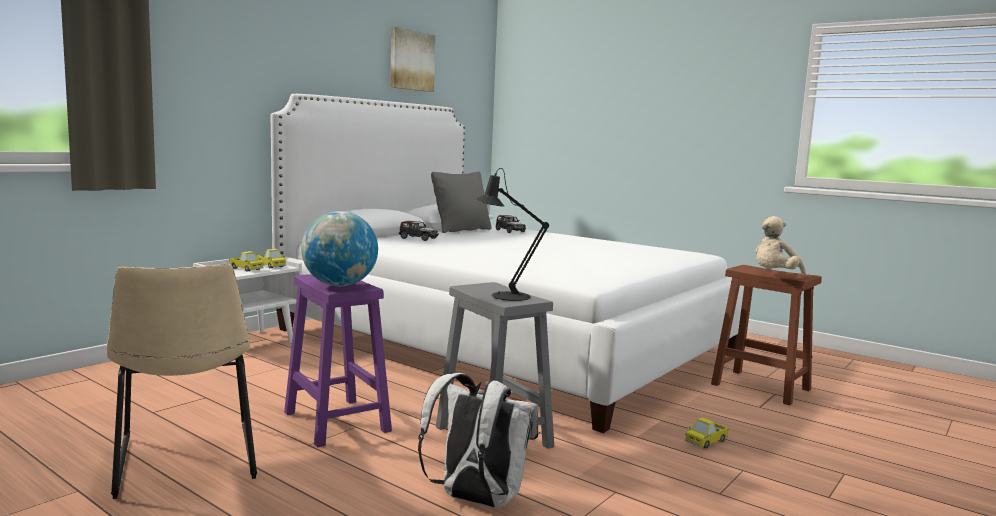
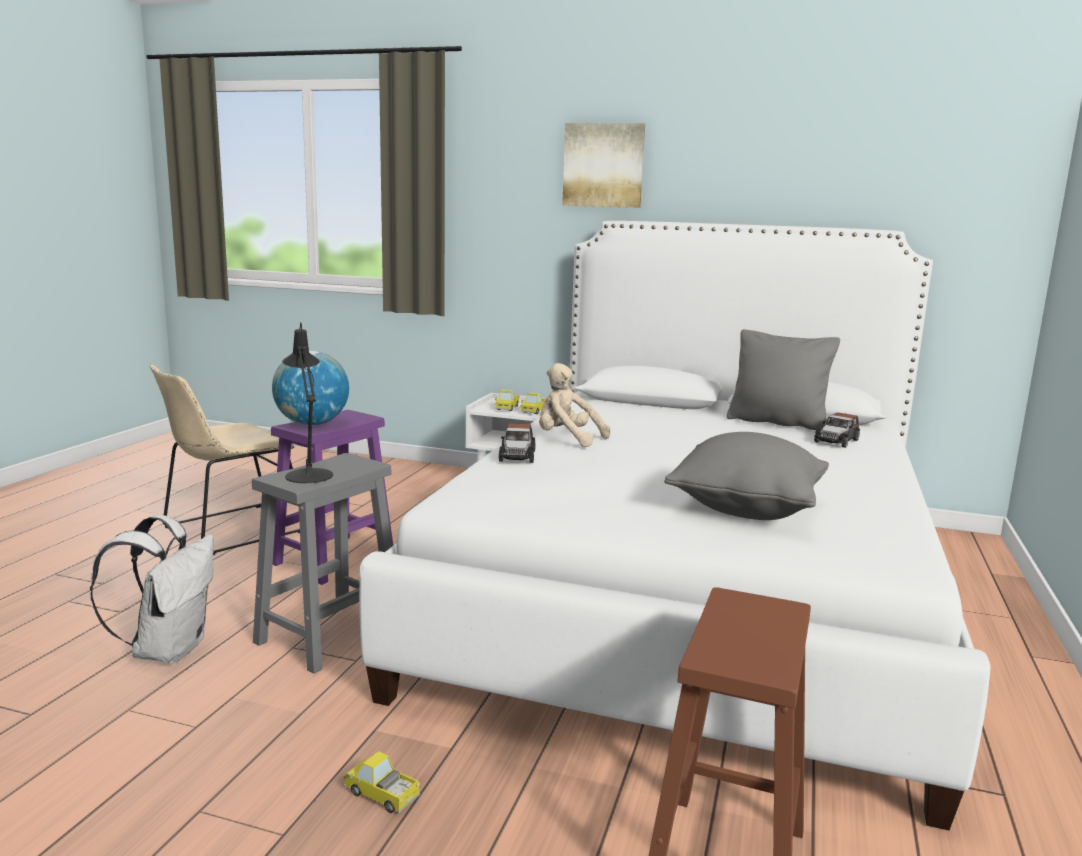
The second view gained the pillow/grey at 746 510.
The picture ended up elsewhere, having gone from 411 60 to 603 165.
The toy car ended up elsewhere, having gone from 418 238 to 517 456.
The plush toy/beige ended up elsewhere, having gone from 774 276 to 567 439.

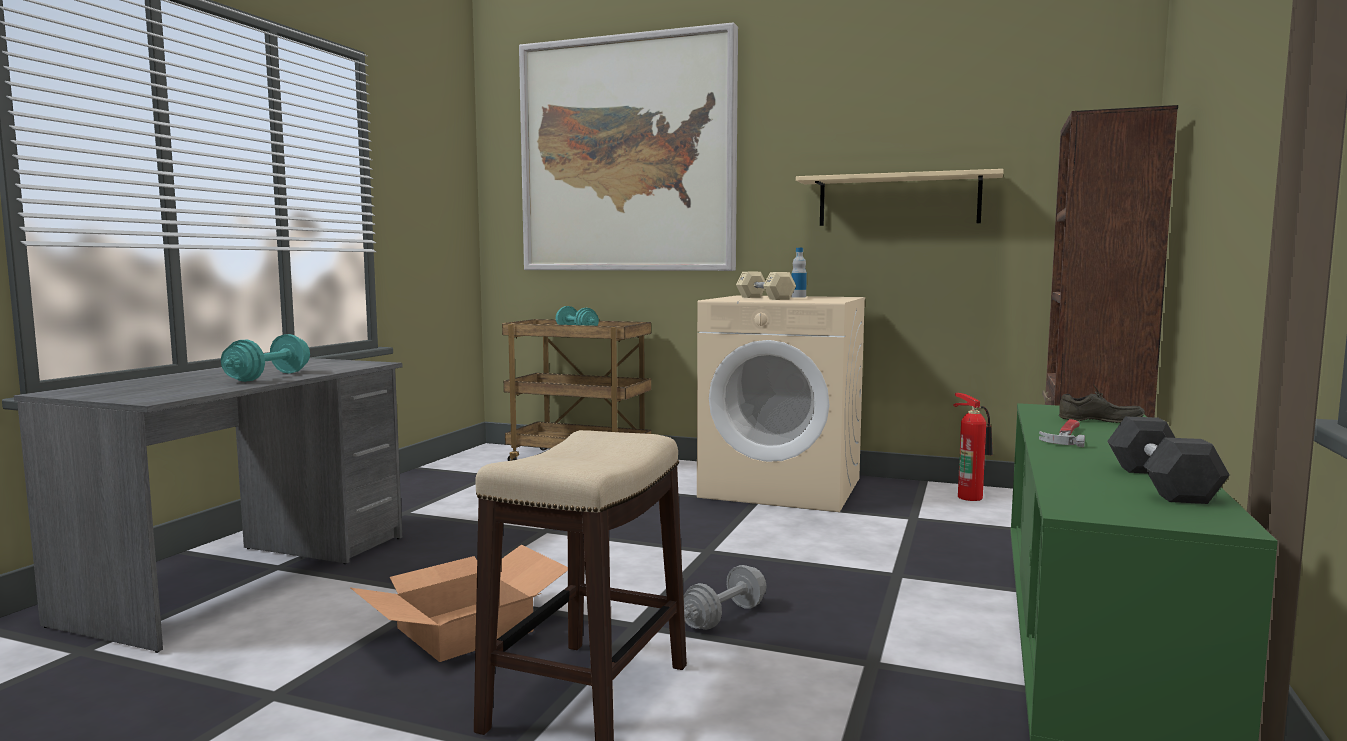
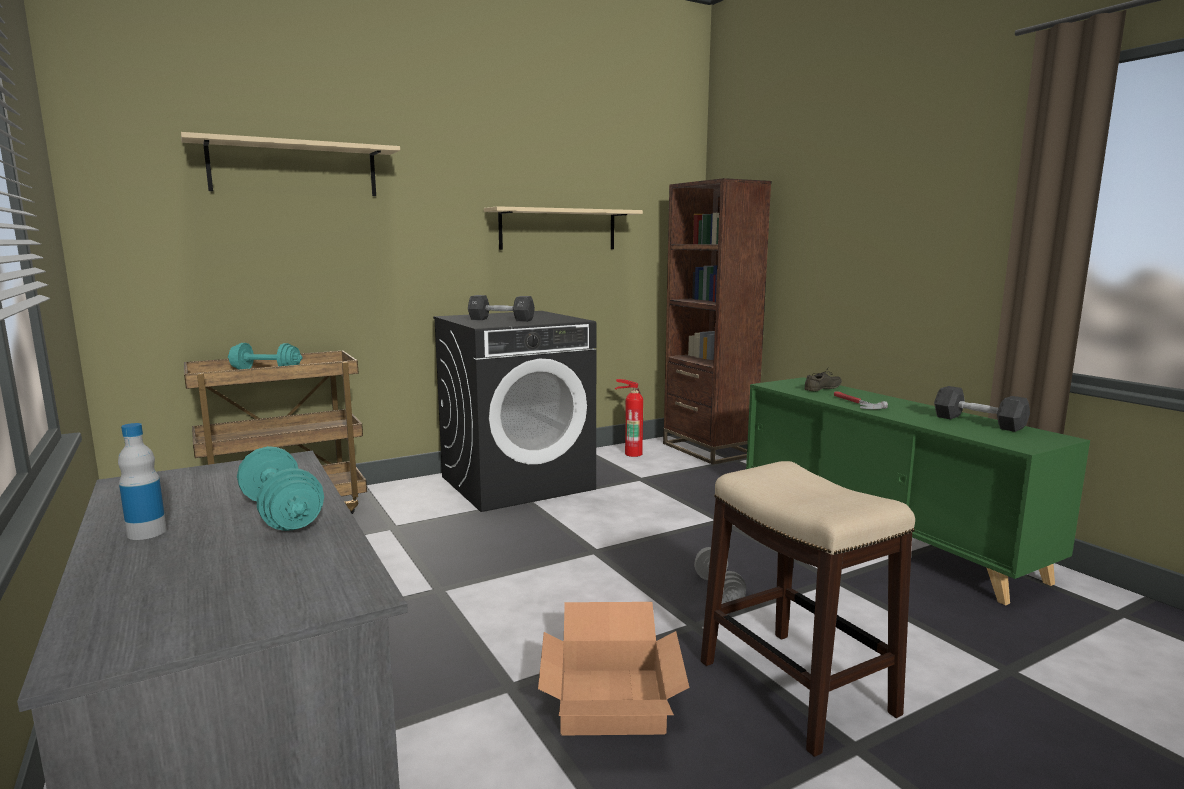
The bottle ended up elsewhere, having gone from 798 297 to 147 533.
Where the picture hung at 627 155, the shelf/beige came to hang at 294 169.
What was the washing machine/beige at 783 487 turned into the washing machine/black at 517 482.
What was the dumbbell/beige at 765 298 turned into the dumbbell/black at 501 320.

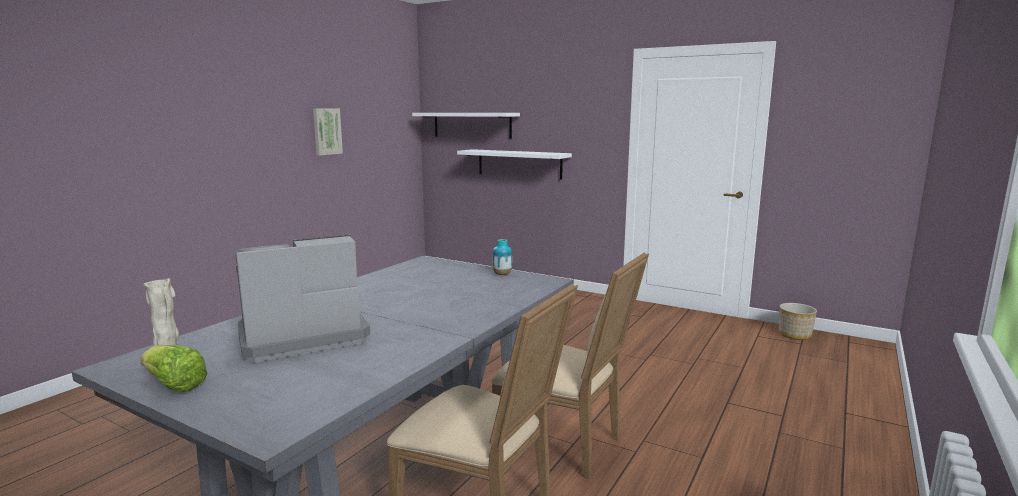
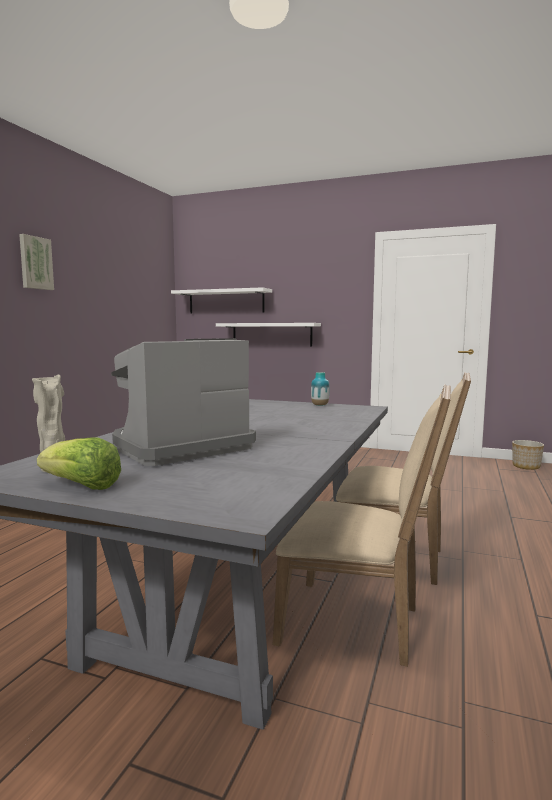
The picture ended up elsewhere, having gone from 326 131 to 35 263.

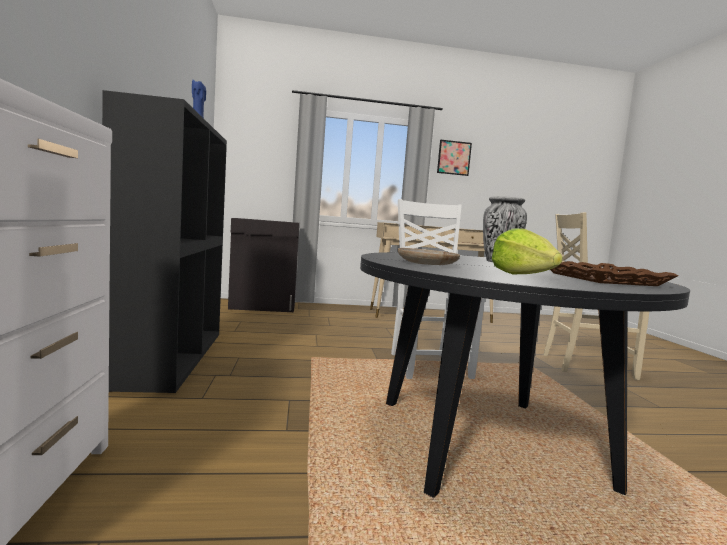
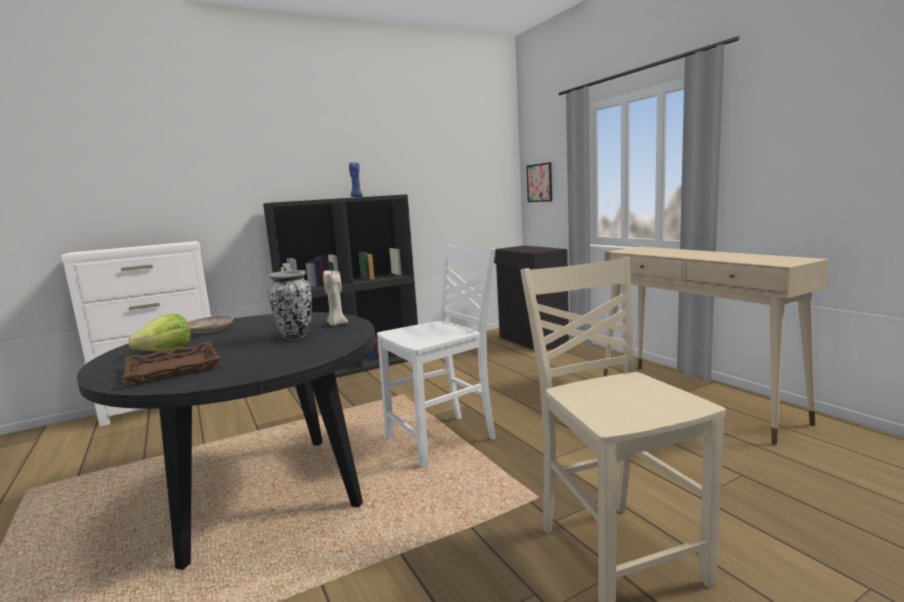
The second view gained the candle/beige at 336 324.
The picture ended up elsewhere, having gone from 454 158 to 539 183.

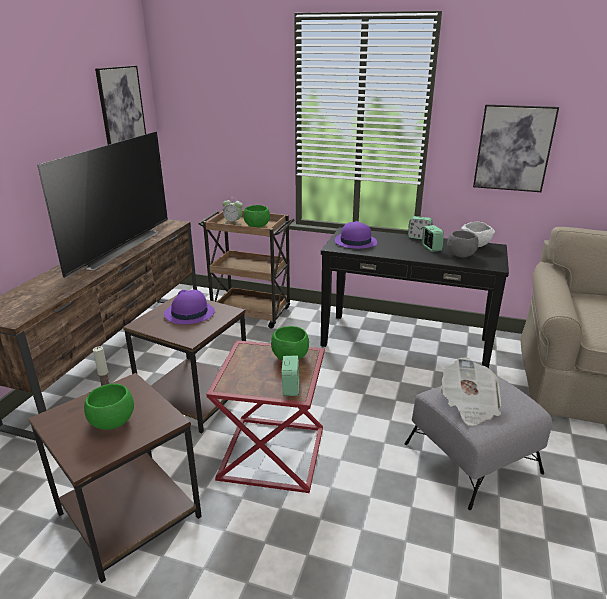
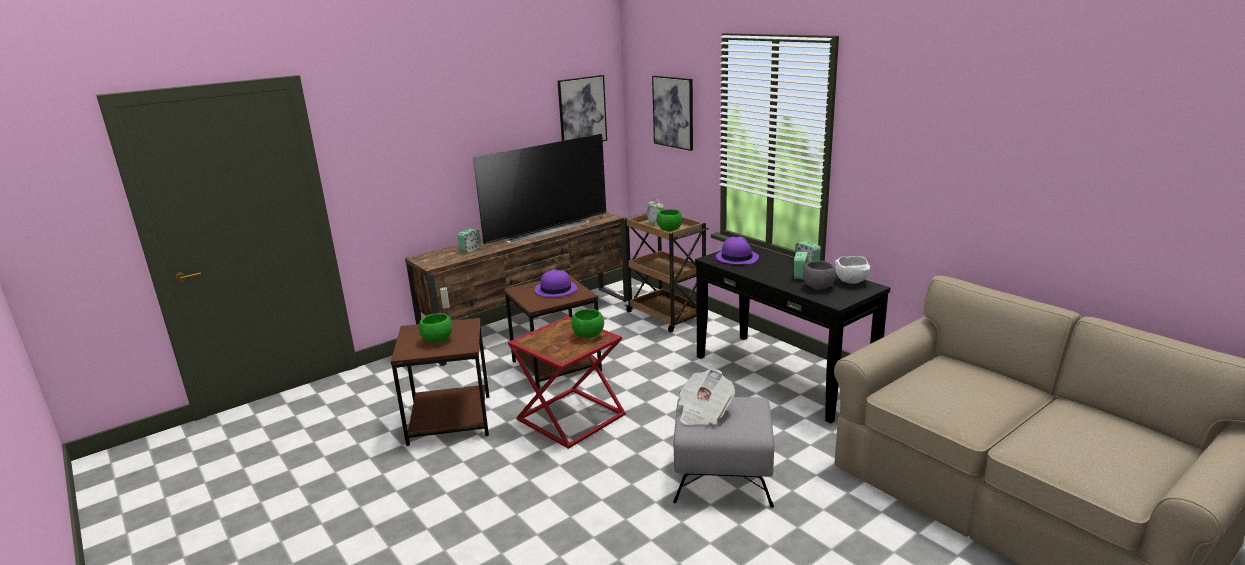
The alarm clock ended up elsewhere, having gone from 290 388 to 470 249.
The picture ended up elsewhere, having gone from 513 148 to 673 112.

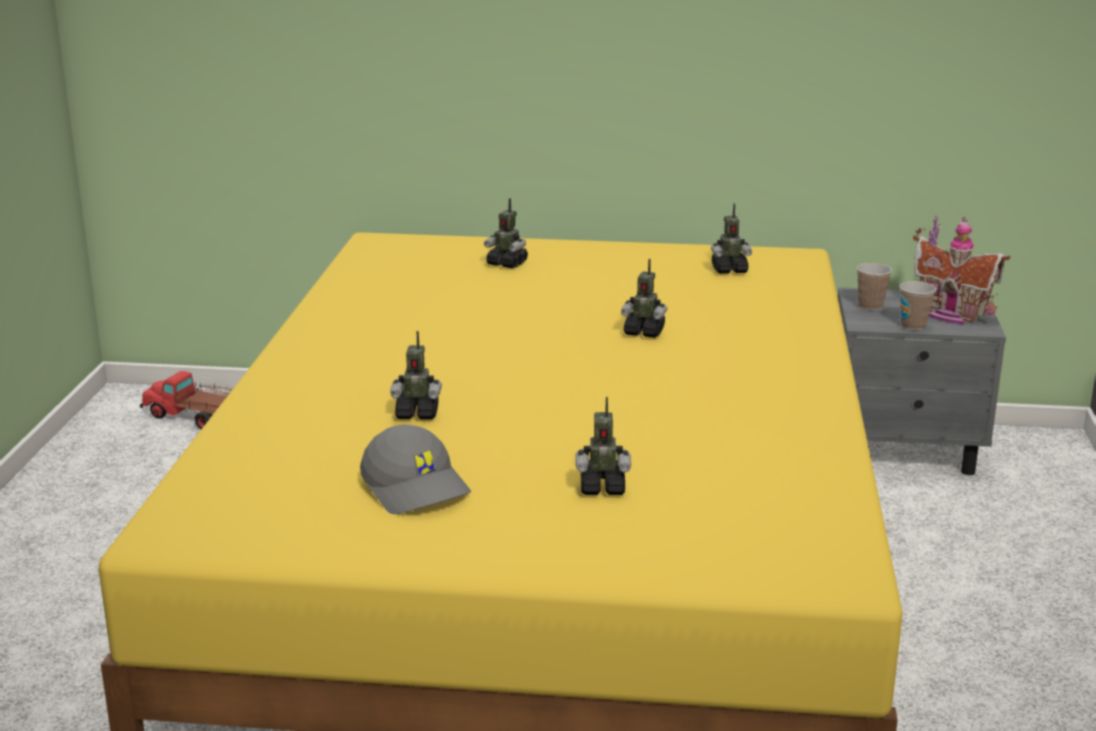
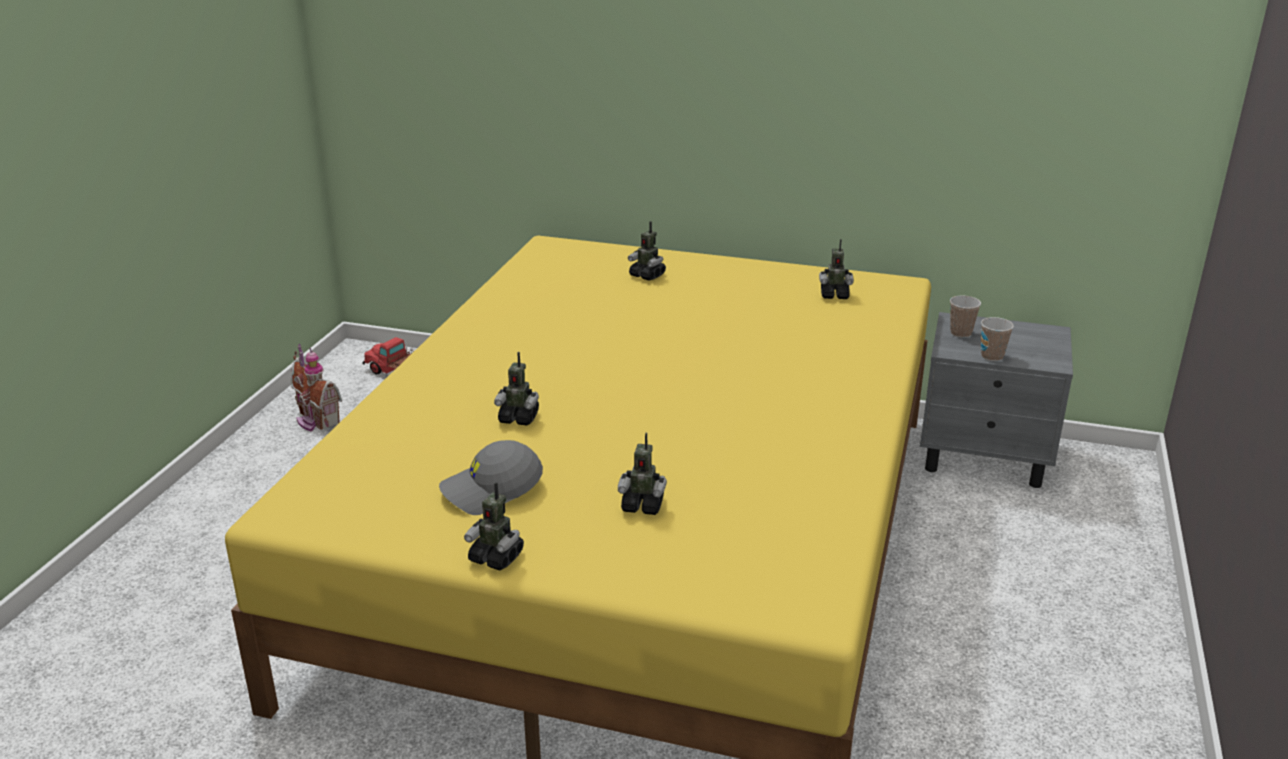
The toy robot ended up elsewhere, having gone from 644 332 to 496 557.
The toy house ended up elsewhere, having gone from 950 314 to 315 420.
The cap/grey at 417 488 ended up facing another way, 90 degrees clockwise from before.

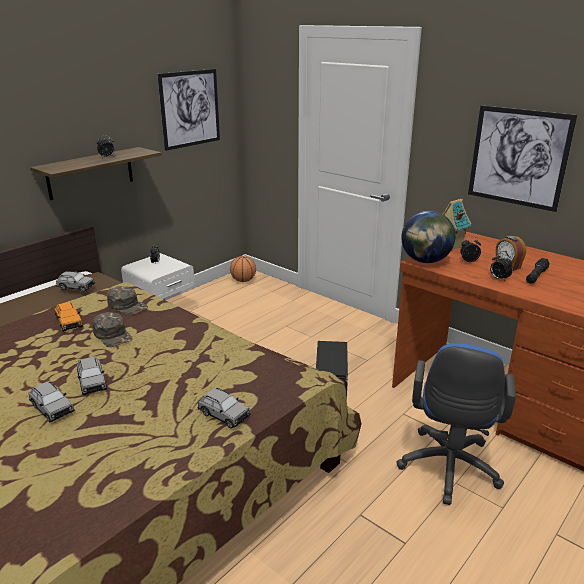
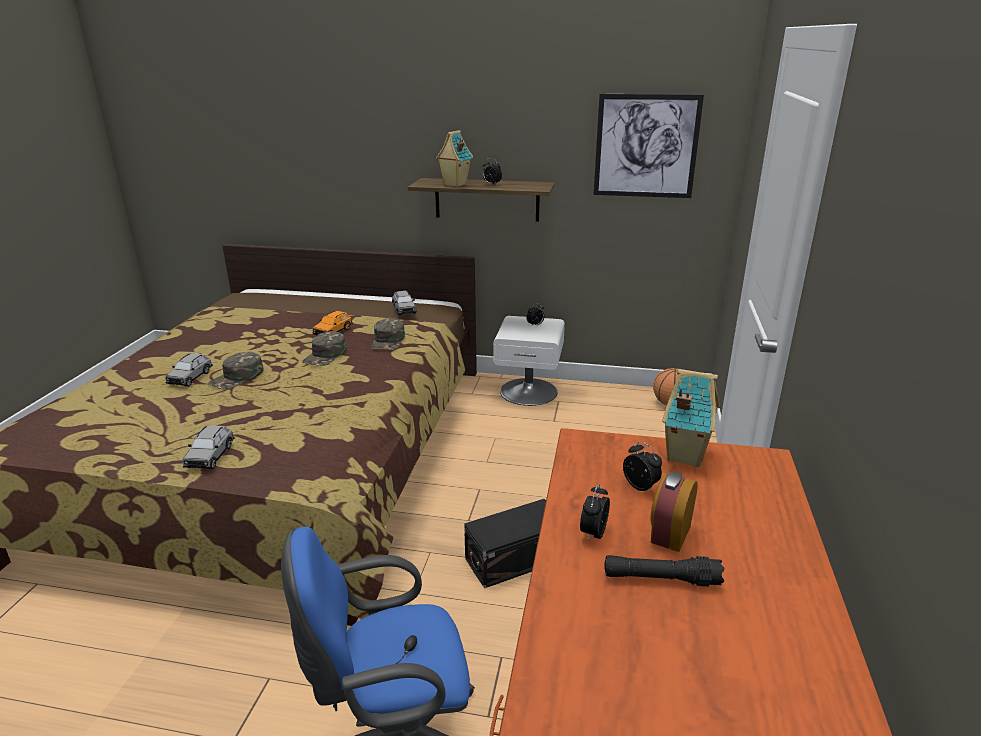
The second view lost the globe at 425 261.
The second view lost the picture at 518 157.
The second view gained the toy house at 454 184.
Where the toy car/grey stood at 92 383, the cap/green came to stand at 237 377.

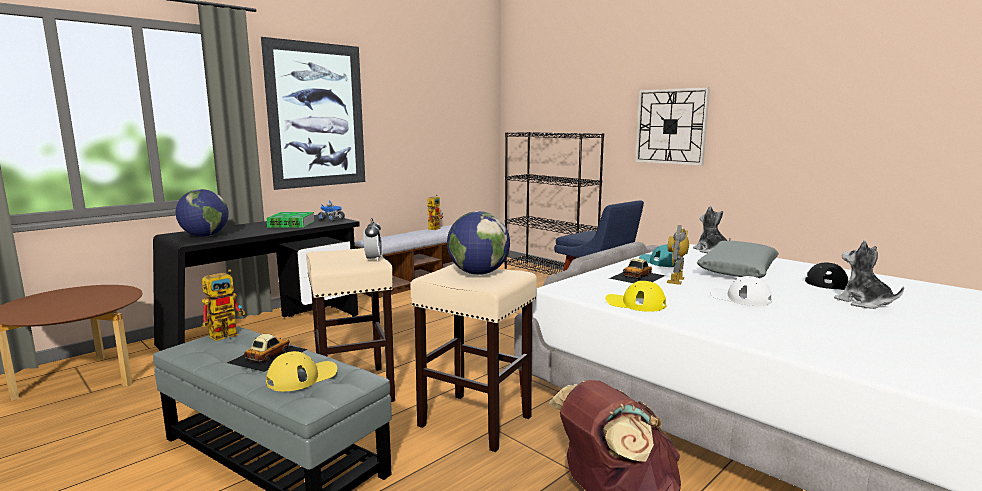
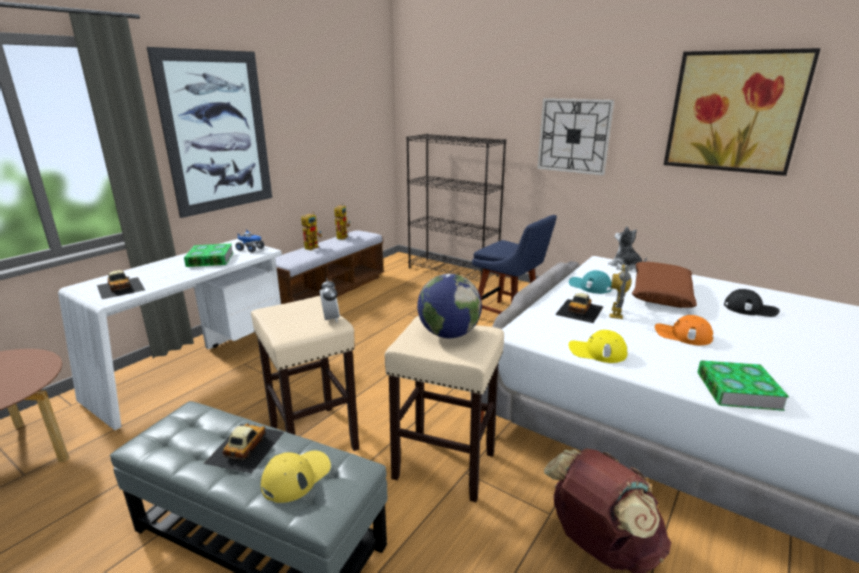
The second view lost the plush toy at 863 303.
The second view gained the picture at 734 112.
The second view gained the book at 738 390.
The toy robot ended up elsewhere, having gone from 228 333 to 313 247.
Where the globe stood at 205 236, the toy car came to stand at 121 287.
What was the desk/black at 266 331 turned into the desk/white at 195 369.
What was the pillow/grey at 737 270 turned into the pillow/brown at 661 293.
What was the cap/white at 739 298 turned into the cap/orange at 682 335.

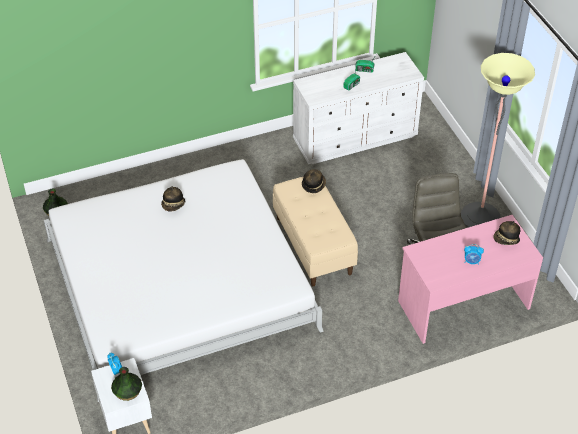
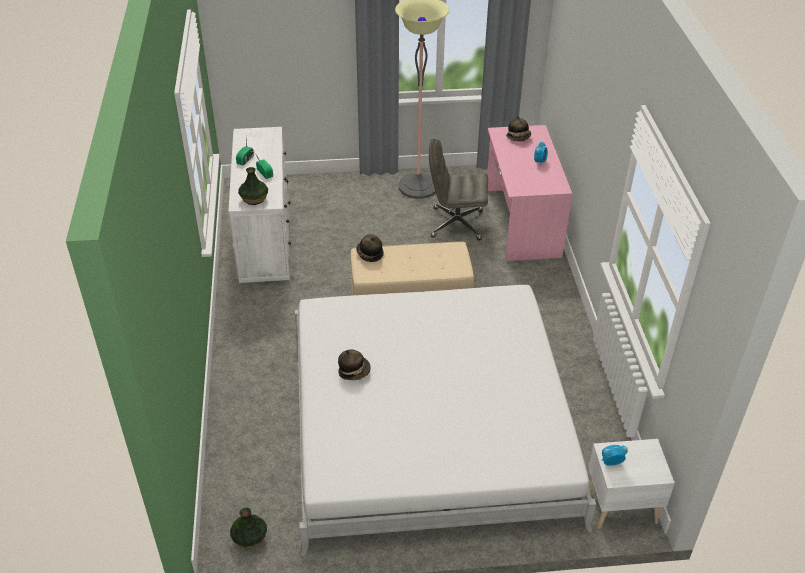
The vase ended up elsewhere, having gone from 127 392 to 254 199.

